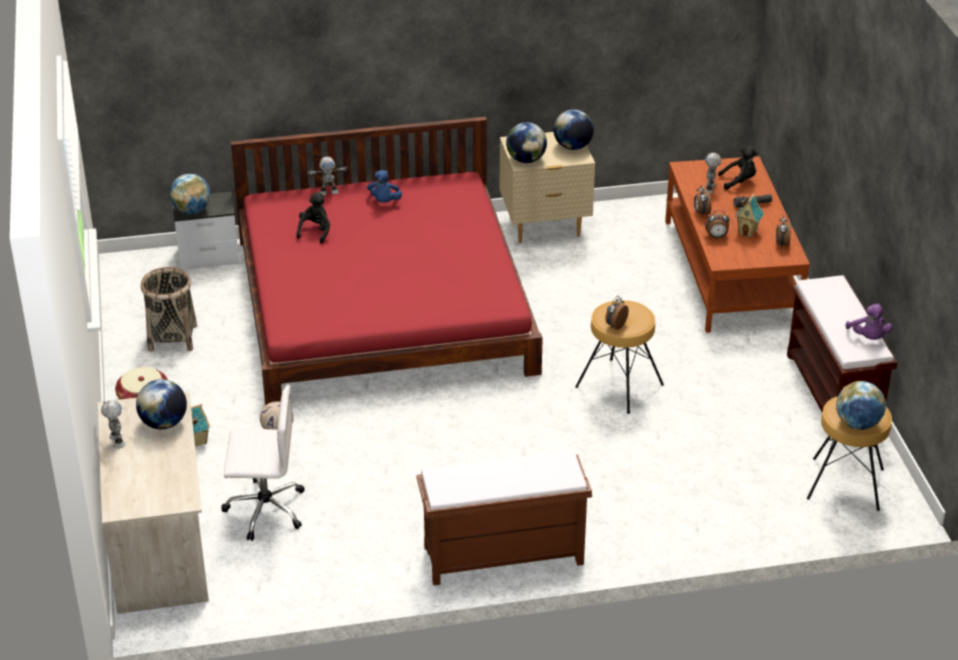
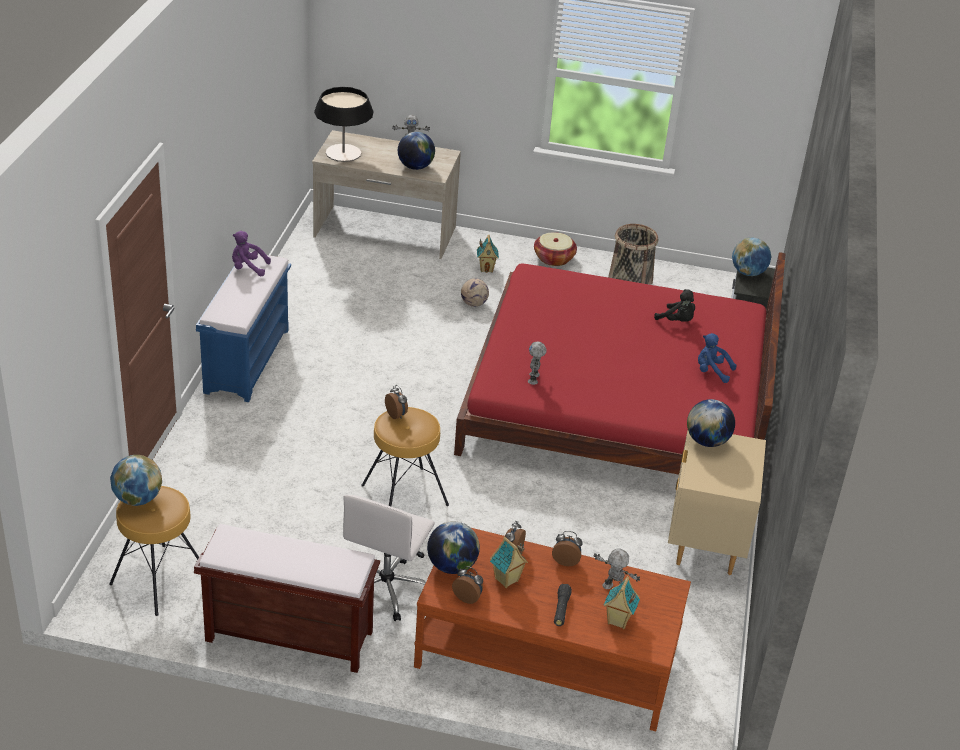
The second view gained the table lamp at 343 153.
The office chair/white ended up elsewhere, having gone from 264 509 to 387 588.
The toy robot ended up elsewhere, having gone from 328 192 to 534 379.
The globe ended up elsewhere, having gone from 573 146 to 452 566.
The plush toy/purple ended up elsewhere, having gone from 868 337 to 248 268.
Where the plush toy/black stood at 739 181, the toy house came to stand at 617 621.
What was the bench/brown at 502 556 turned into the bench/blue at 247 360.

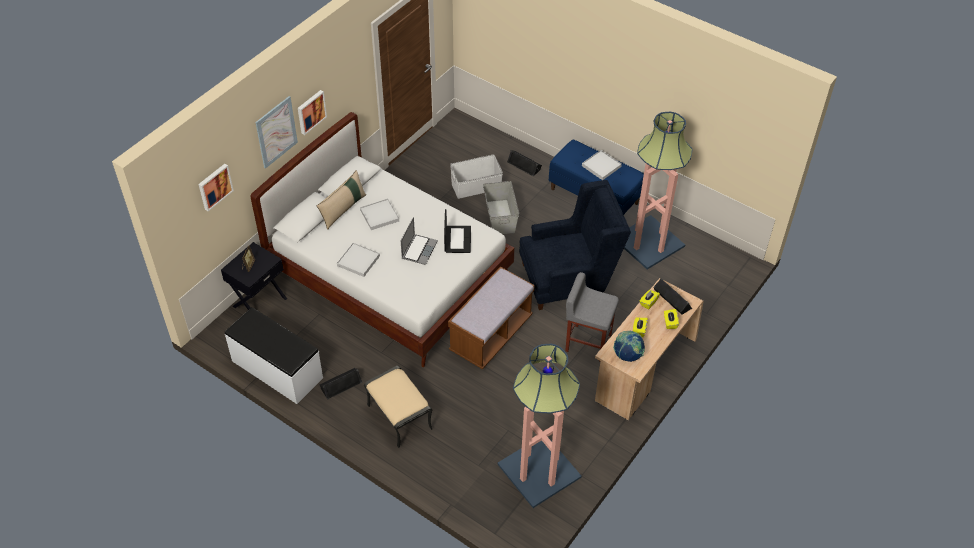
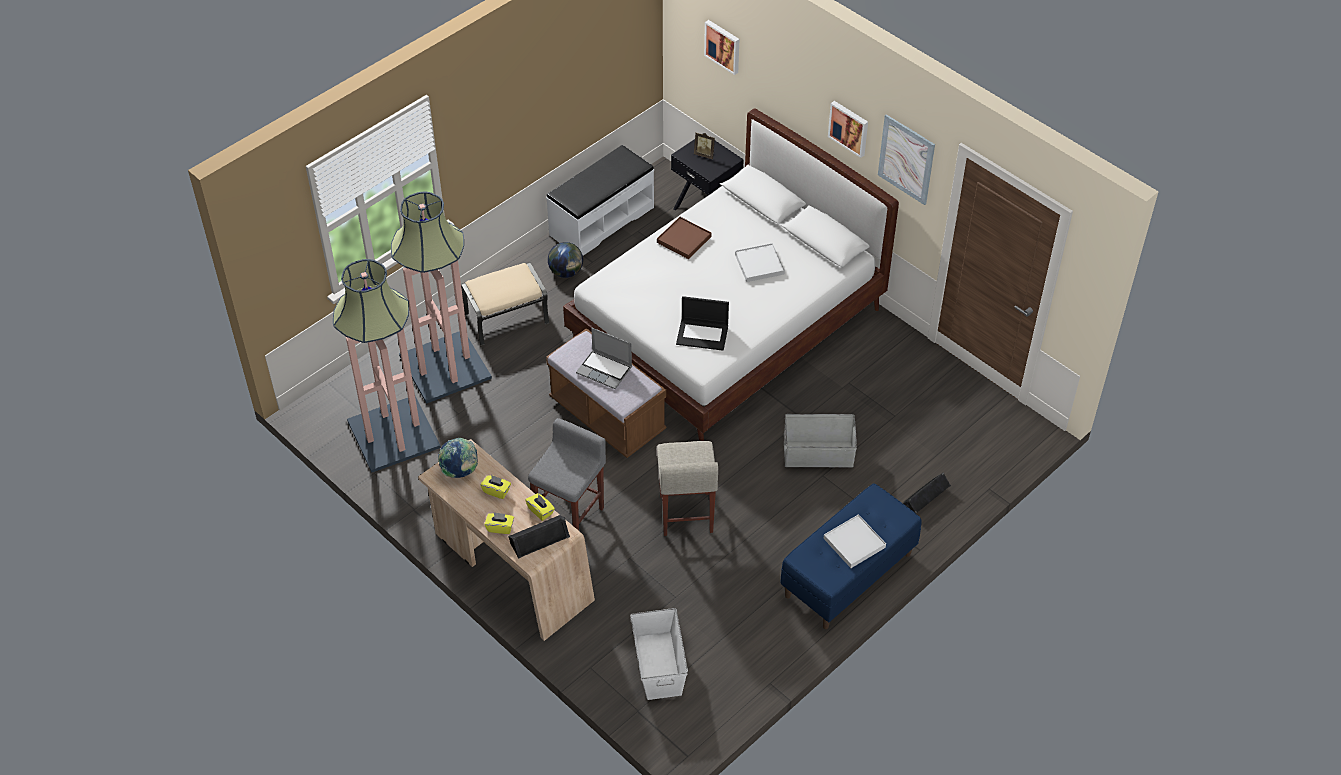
The second view lost the pillow/beige at 343 209.
The picture ended up elsewhere, having gone from 276 132 to 906 159.
The laptop ended up elsewhere, having gone from 419 249 to 605 370.
The storage box/white ended up elsewhere, having gone from 476 186 to 658 666.
The floor lamp ended up elsewhere, having gone from 648 242 to 445 367.
Where the speaker/black stood at 341 384, the globe came to stand at 566 272.
Where the armchair/blue stood at 569 279, the stool/beige came to stand at 686 514.
What was the tray/white at 358 261 turned into the tray/brown at 684 239.

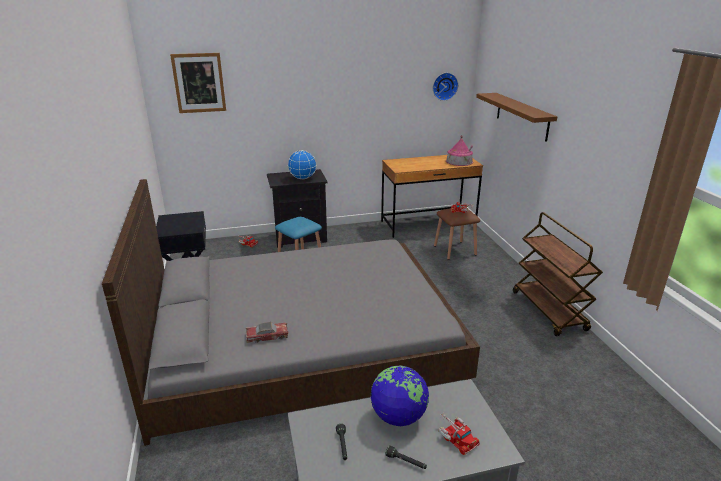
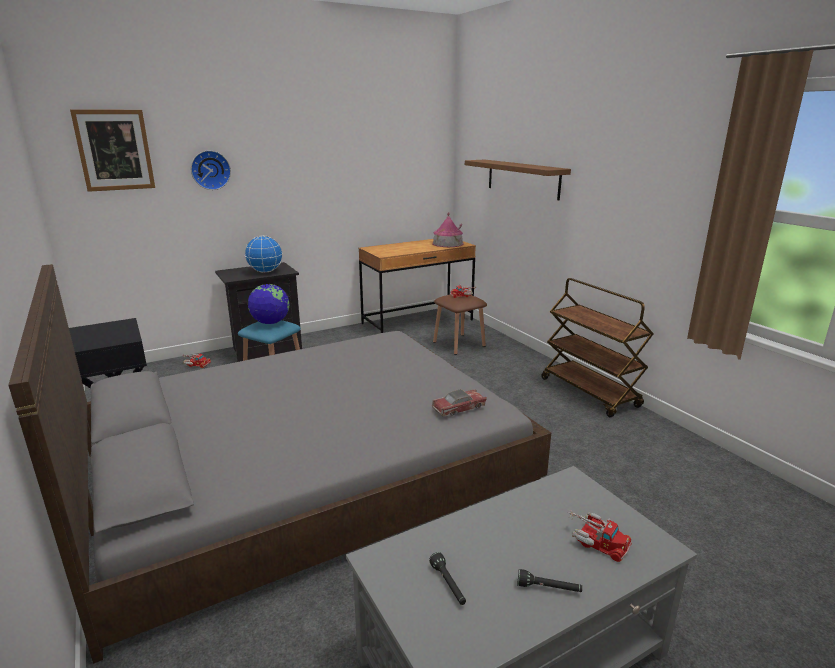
The toy car ended up elsewhere, having gone from 267 336 to 459 408.
The globe ended up elsewhere, having gone from 398 416 to 270 323.
The wall clock ended up elsewhere, having gone from 444 86 to 210 170.

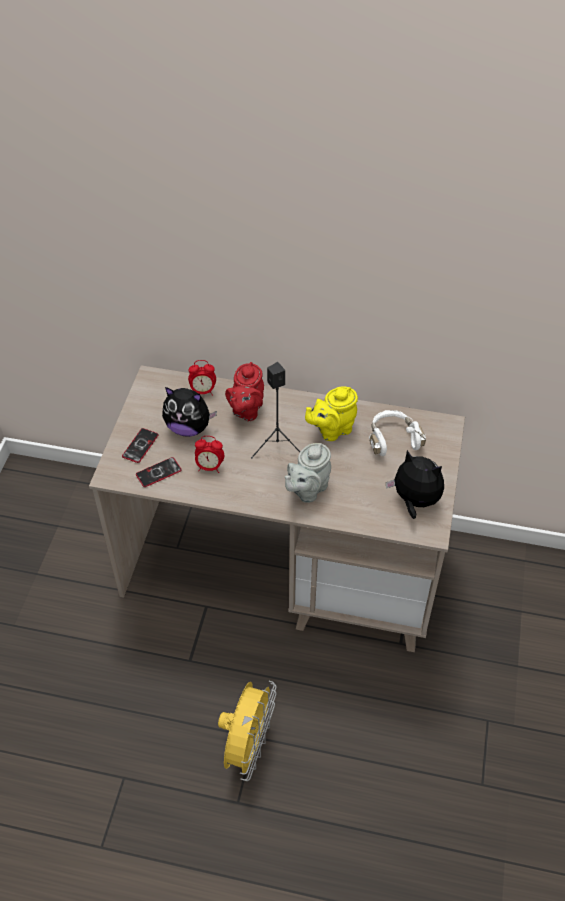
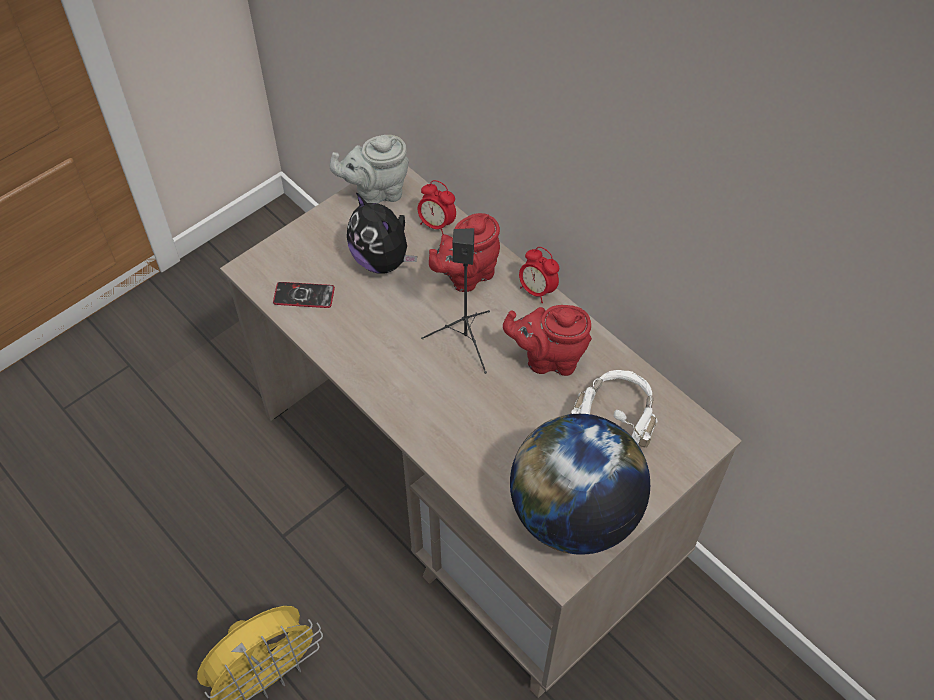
The second view lost the phone at 140 446.
The alarm clock ended up elsewhere, having gone from 209 467 to 537 290.
The teapot/grey ended up elsewhere, having gone from 307 490 to 376 192.
Where the plush toy stood at 414 501, the globe came to stand at 573 514.
What was the teapot/yellow at 332 430 turned into the teapot/red at 548 358.

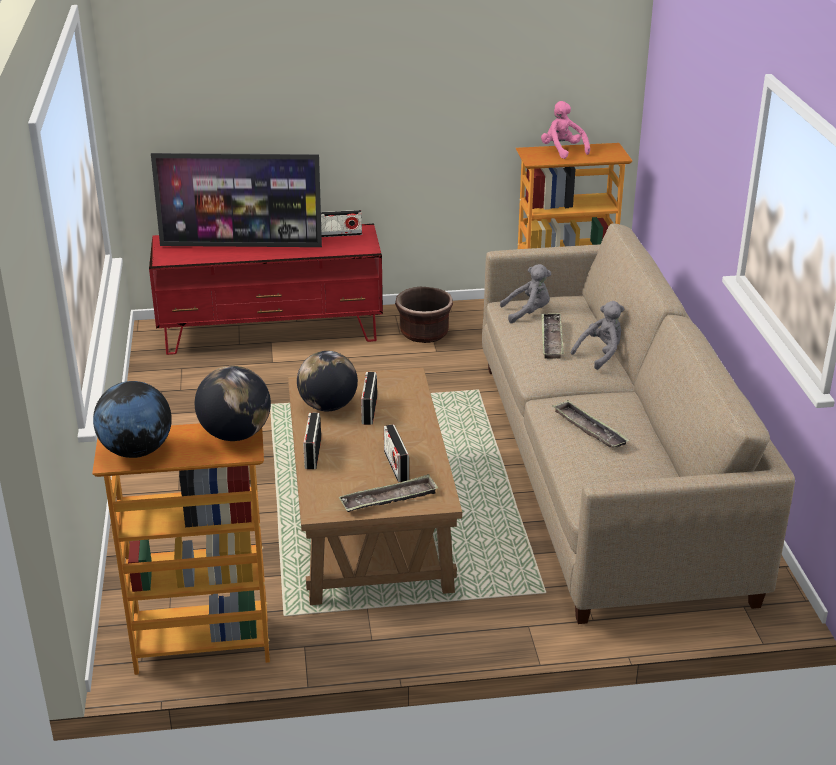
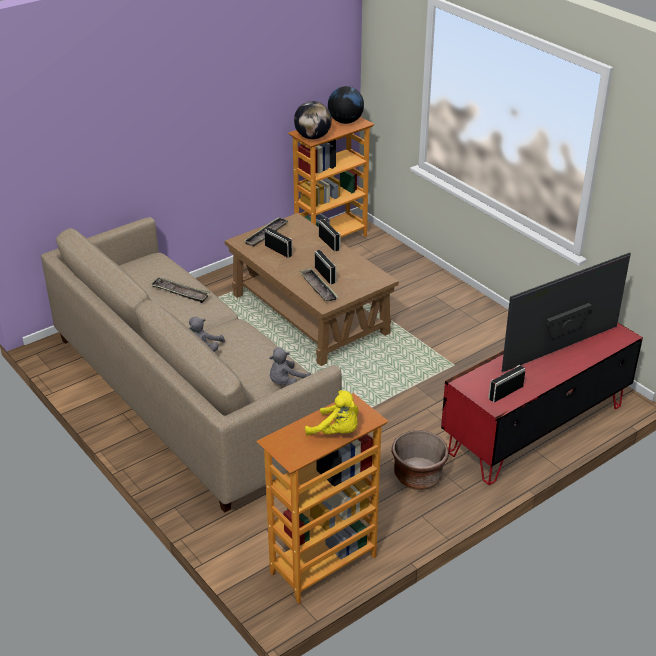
The second view lost the globe at 328 406.
The tray ended up elsewhere, having gone from 551 339 to 318 288.
What was the plush toy/pink at 562 151 turned into the plush toy/yellow at 337 432.

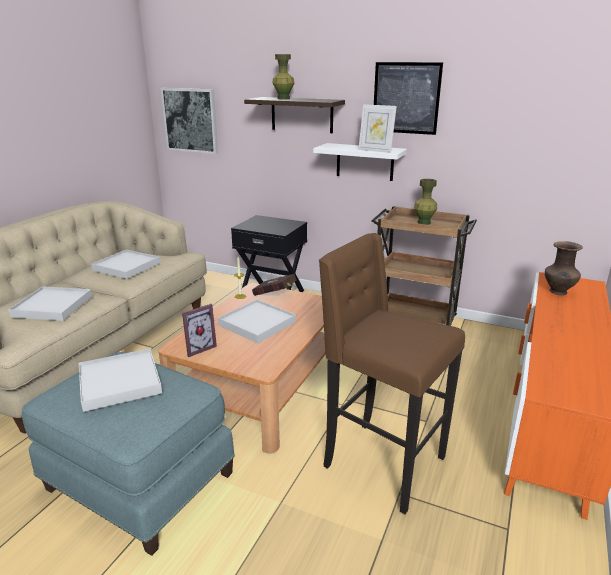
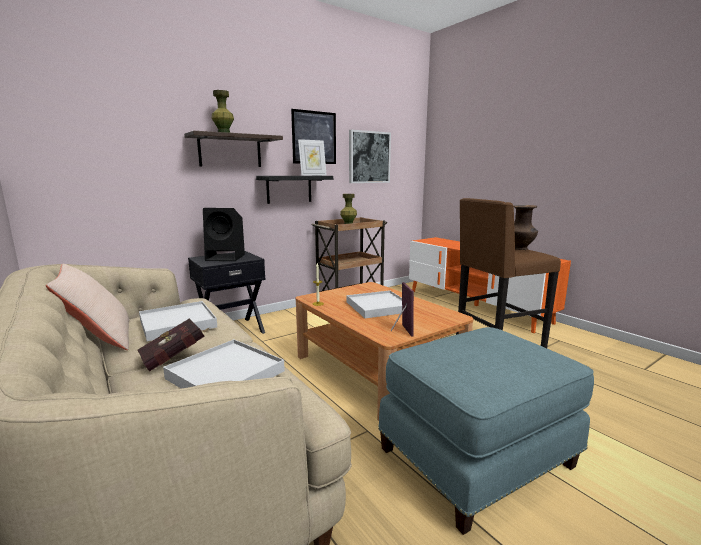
The second view lost the tray/white at 120 382.
The second view gained the pillow/beige at 99 338.
The second view gained the speaker/black at 226 257.
The picture ended up elsewhere, having gone from 190 120 to 369 157.
The book/red ended up elsewhere, having gone from 276 295 to 176 358.
The vase/brown ended up elsewhere, having gone from 558 292 to 520 249.
What was the shelf/white at 365 162 turned into the shelf/black at 289 189.

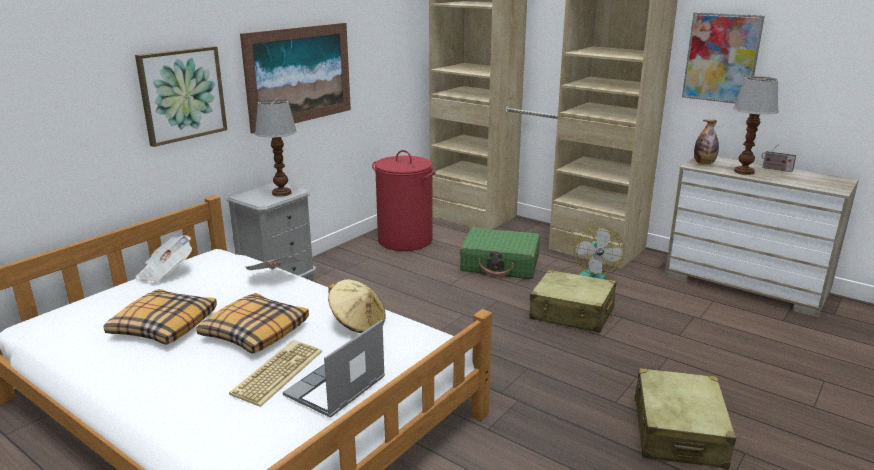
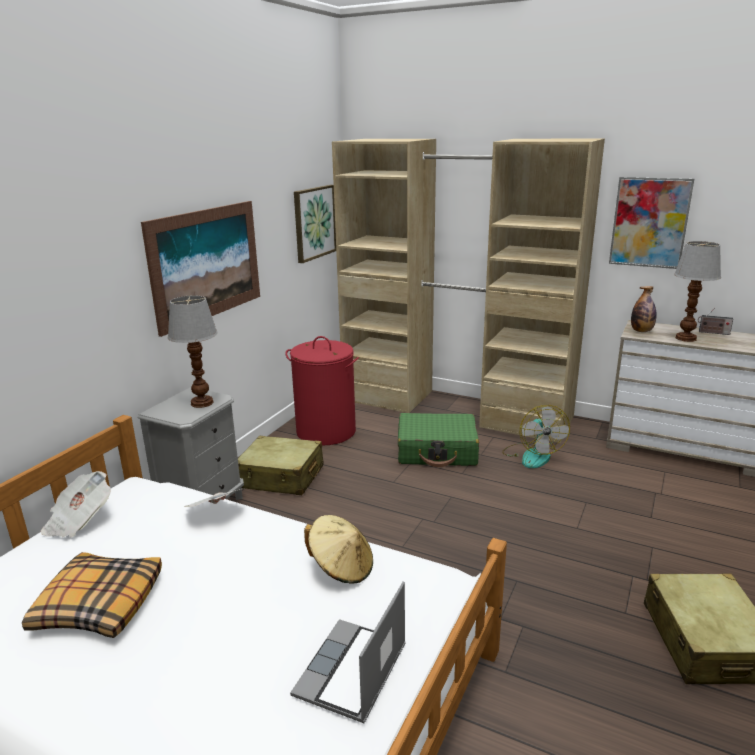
The second view lost the pillow at 255 332.
The second view lost the keyboard at 277 372.
The picture ended up elsewhere, having gone from 182 94 to 314 222.
The suitcase/beige ended up elsewhere, having gone from 572 313 to 281 477.

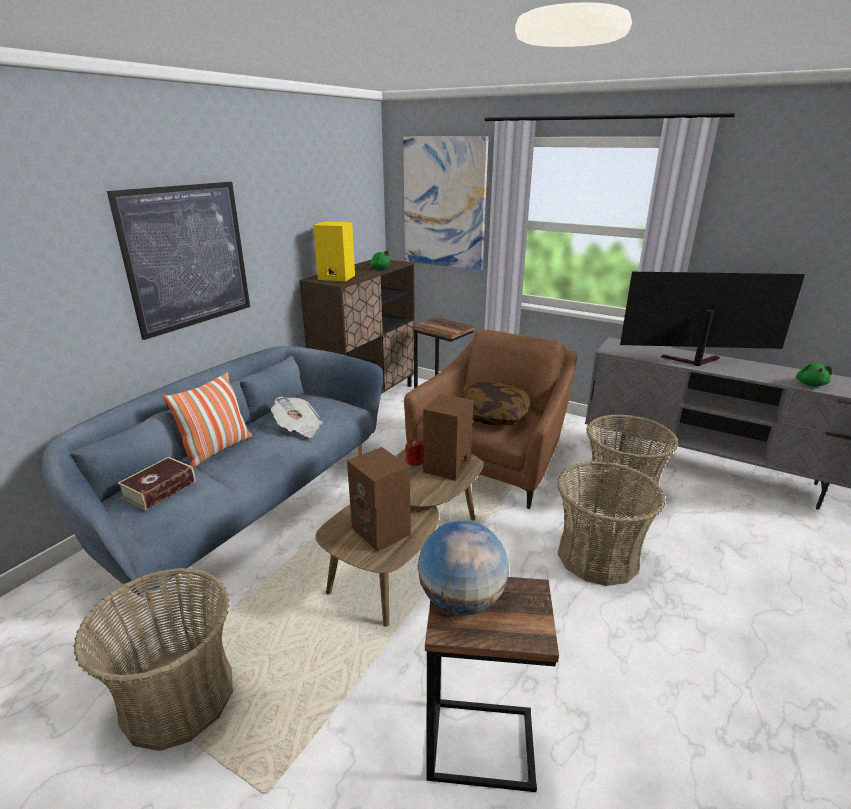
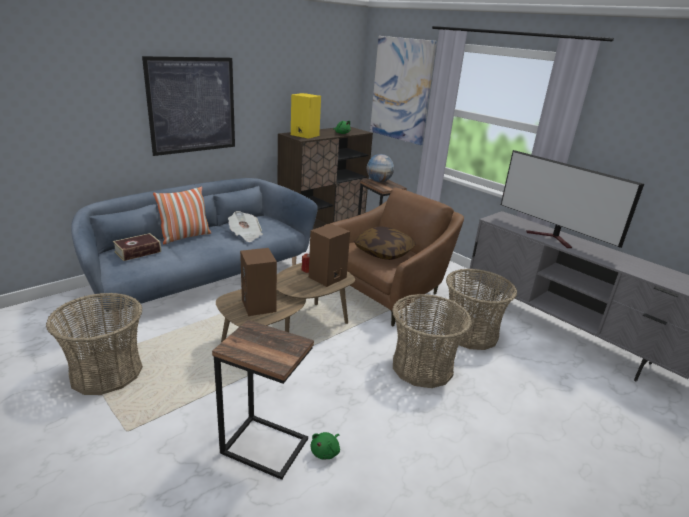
The globe ended up elsewhere, having gone from 461 600 to 379 181.
The plush toy/green ended up elsewhere, having gone from 810 384 to 326 452.
The television at 691 361 ended up facing another way, 150 degrees counterclockwise from before.

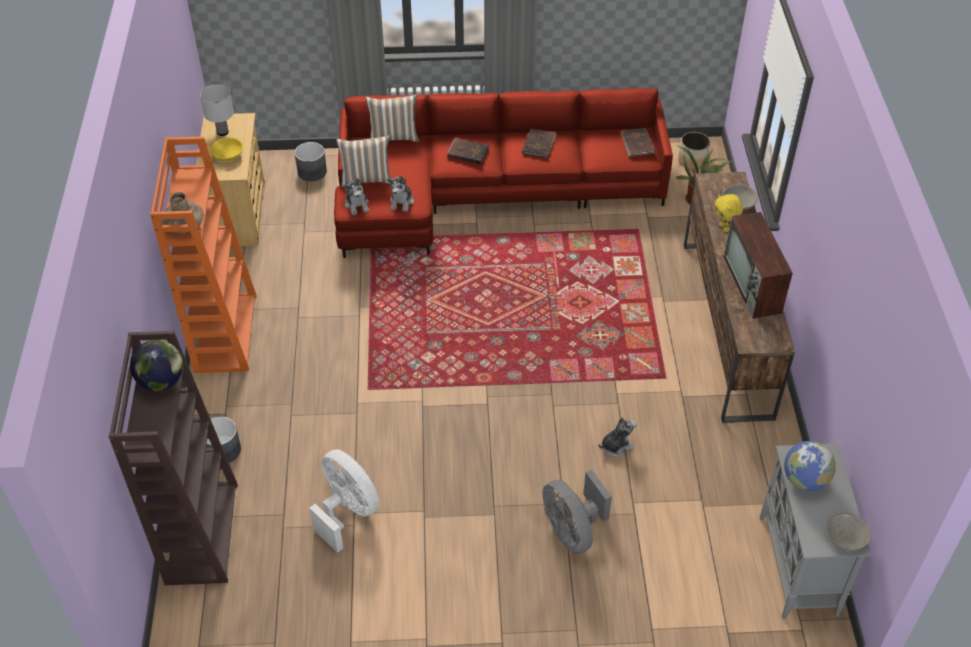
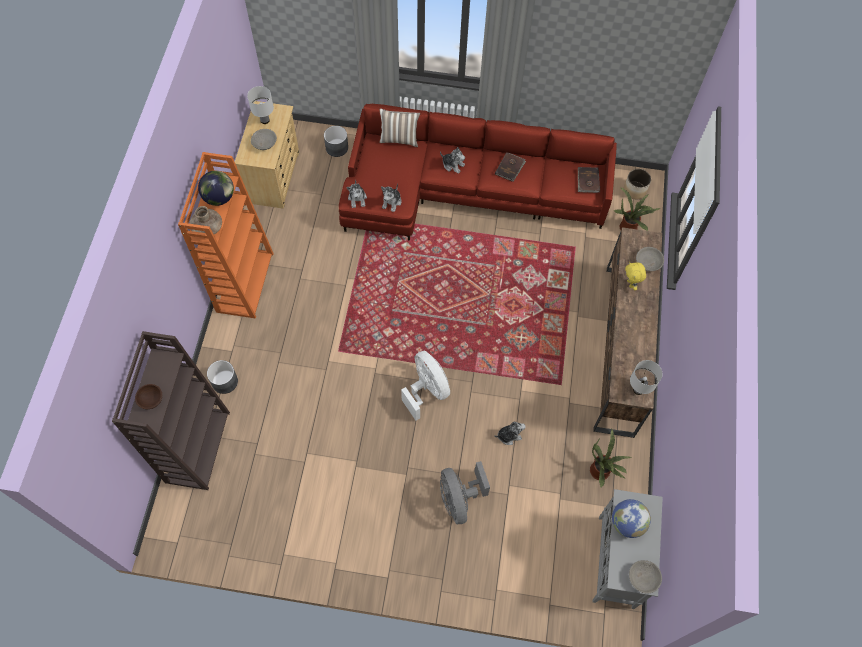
The second view lost the pillow at 366 179.
The second view lost the television at 753 286.
The second view gained the bowl/brown at 150 399.
The second view gained the potted plant at 602 471.
The second view gained the table lamp/white at 638 389.
The globe ended up elsewhere, having gone from 162 381 to 219 198.
The fan/white ended up elsewhere, having gone from 347 511 to 426 390.
Where the book/brown stood at 468 152, the plush toy came to stand at 453 165.
What was the bowl/yellow at 228 155 turned into the bowl/grey at 264 143.

